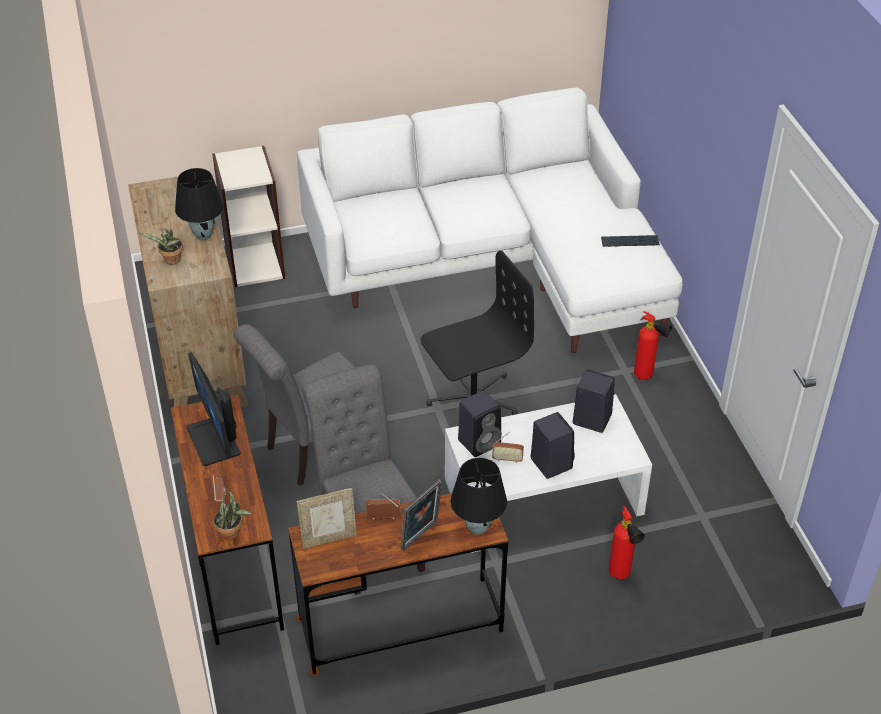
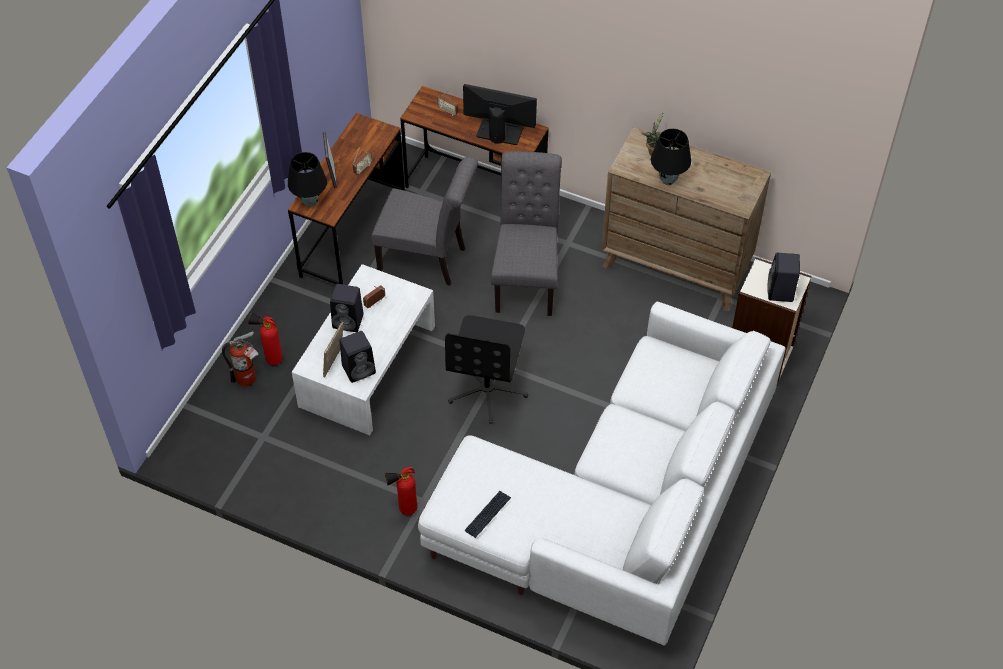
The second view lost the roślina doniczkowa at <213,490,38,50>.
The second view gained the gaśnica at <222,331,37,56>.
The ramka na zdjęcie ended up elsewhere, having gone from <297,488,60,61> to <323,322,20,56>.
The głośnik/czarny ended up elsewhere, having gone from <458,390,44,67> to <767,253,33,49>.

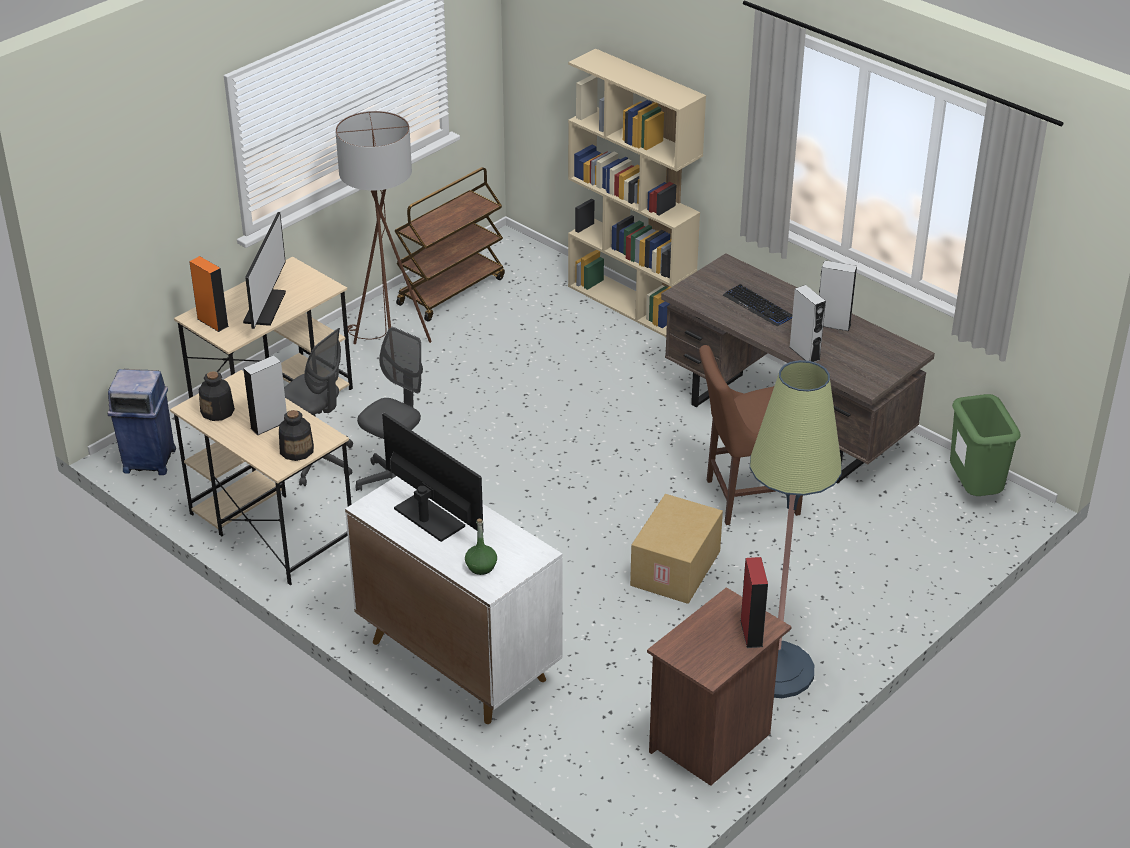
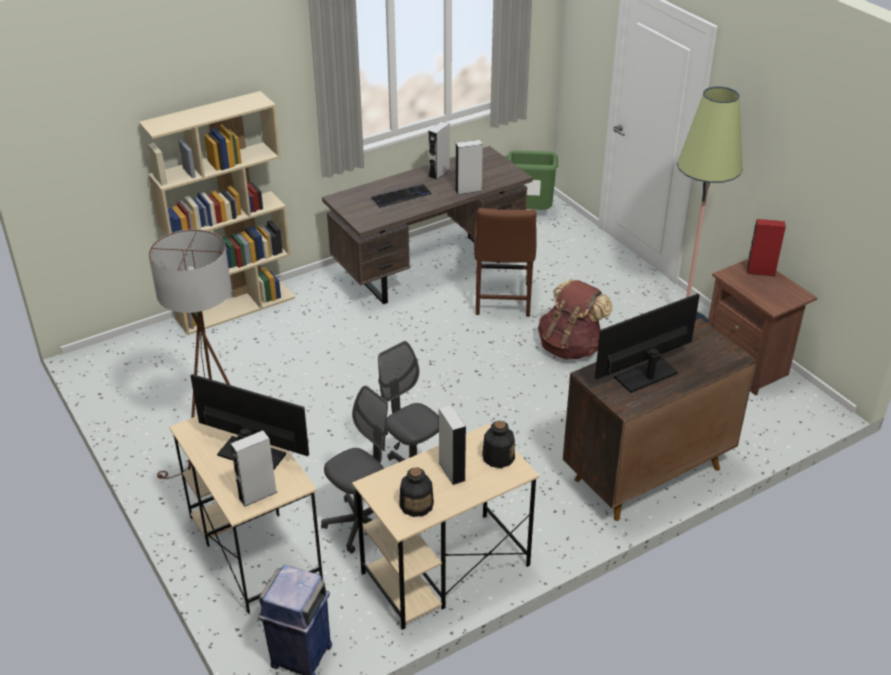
The second view lost the wózek/brązowy at <395,167,110,154>.
The second view lost the butelka/zielony at <465,519,32,56>.
Where the karton stood at <630,494,93,110>, the plecak/brązowy came to stand at <538,279,75,80>.
What was the głośnik/pomarańczowy at <189,256,40,76> turned into the głośnik/szary at <231,430,46,77>.
What was the szafka/biały at <345,476,218,248> turned into the szafka/brązowy at <563,318,194,203>.

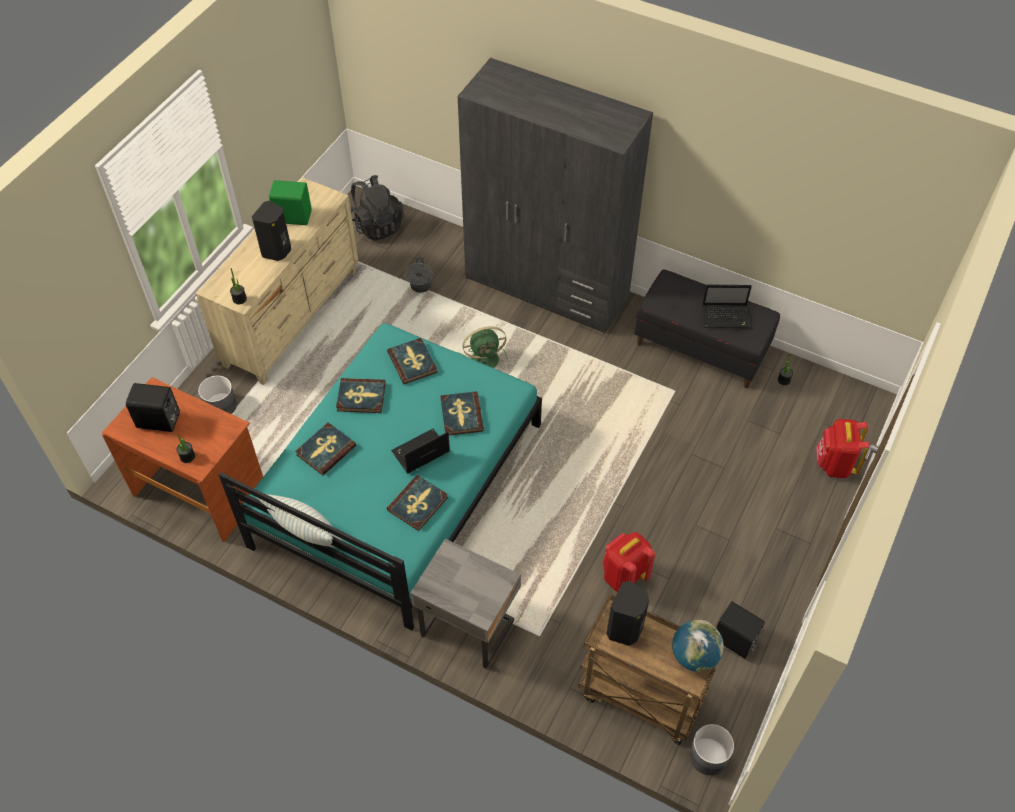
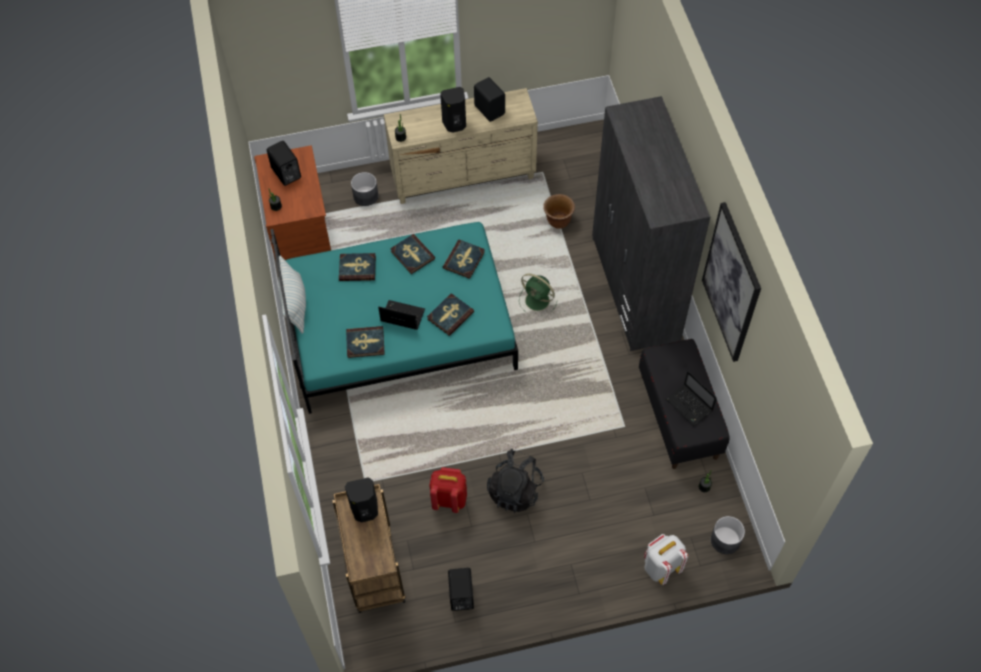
The second view lost the szafka nocna/szary at <410,539,111,130>.
The second view lost the globus at <672,620,52,52>.
The second view gained the obraz at <702,202,59,160>.
The plecak/czarny ended up elsewhere, having gone from <351,175,53,66> to <487,449,57,64>.
The donica/szary ended up elsewhere, having gone from <689,724,45,51> to <711,516,34,38>.
Where the wentylator/szary stood at <404,257,29,35>, the donica/brązowy came to stand at <543,194,32,35>.
What was the głośnik/zielony at <269,180,43,45> turned into the głośnik/czarny at <474,77,31,45>.
What was the plecak/czerwony at <816,419,54,59> turned into the plecak/biały at <644,534,44,51>.

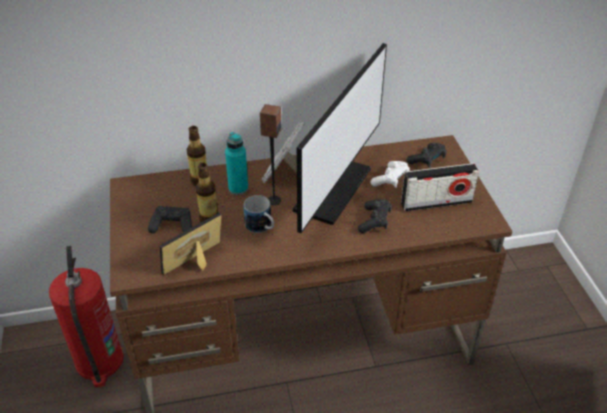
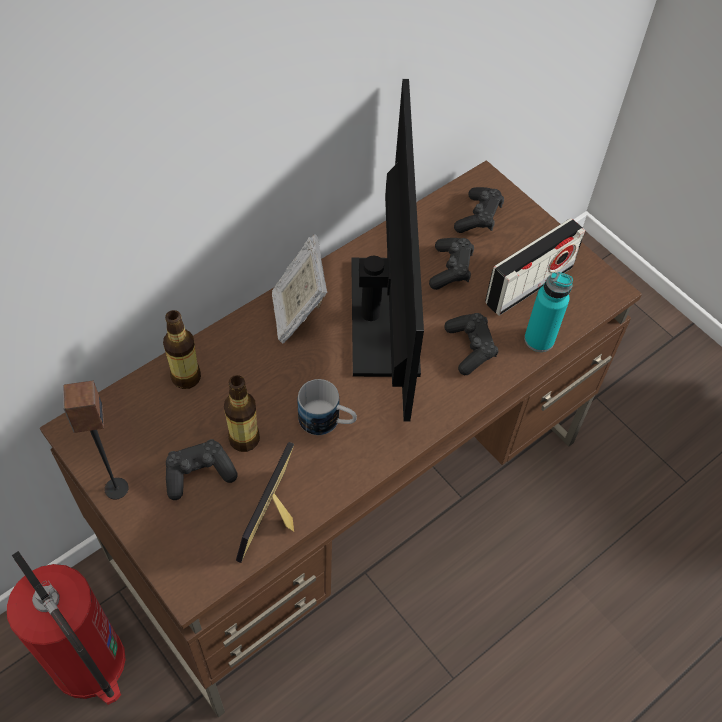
The butelka/turkusowy ended up elsewhere, having gone from <225,132,23,63> to <524,272,49,80>.
The głośnik ended up elsewhere, having gone from <260,104,22,101> to <63,381,66,119>.
What was the pad do gier/biały at <371,161,39,27> turned into the pad do gier/czarny at <429,238,45,52>.

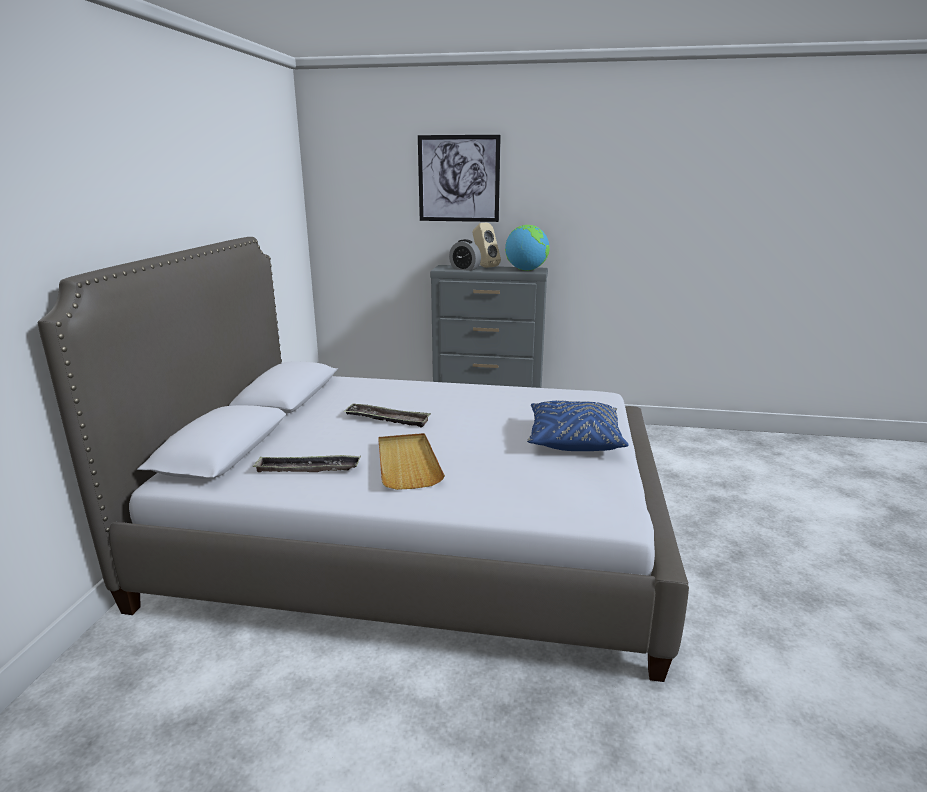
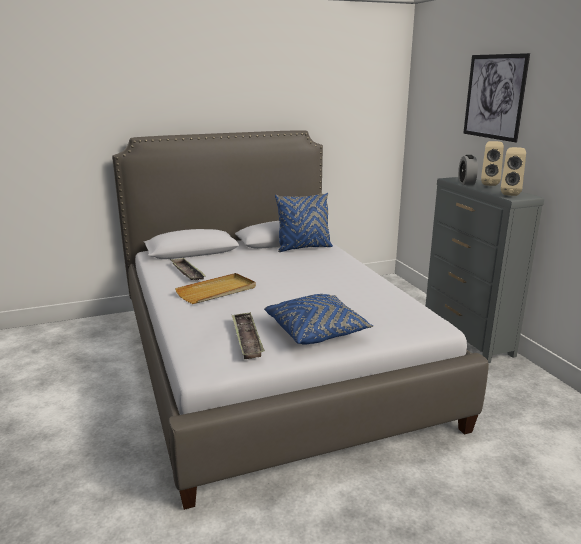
The second view gained the poduszka/niebieski at <275,193,58,59>.
The taca ended up elsewhere, having gone from <343,403,88,25> to <232,312,33,47>.
Where the globus stood at <505,225,45,46>, the głośnik/beżowy came to stand at <501,147,25,49>.

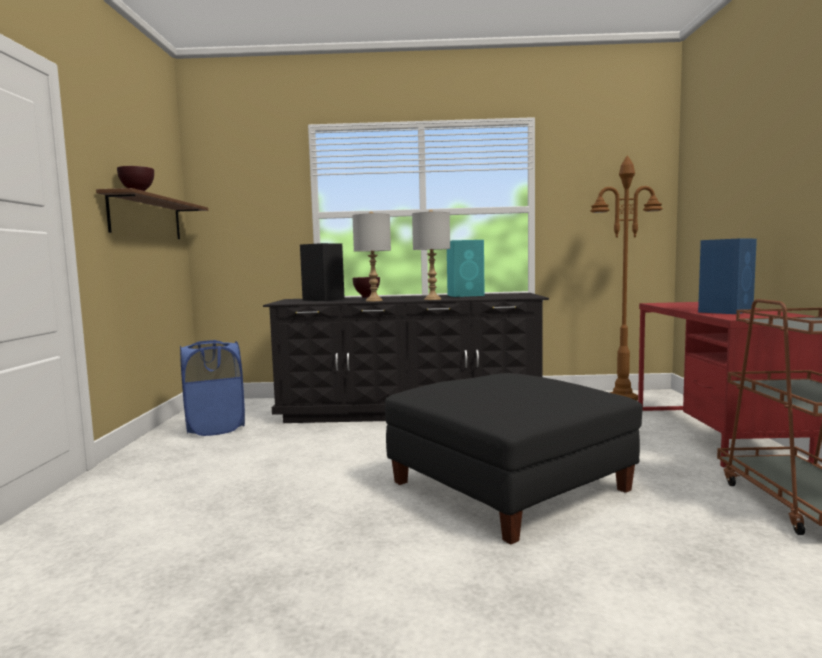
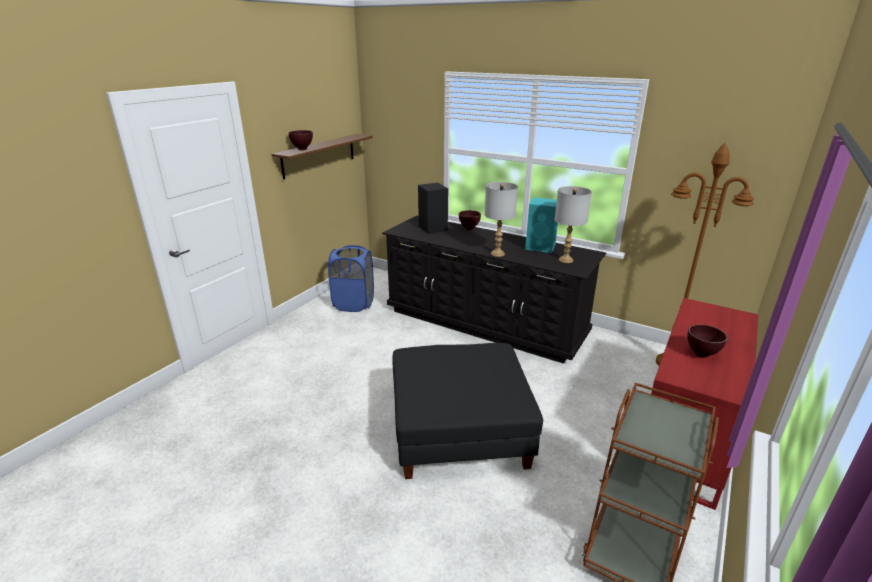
The lampa stołowa/szary ended up elsewhere, having gone from <352,212,39,90> to <555,186,37,77>.
Where the głośnik/niebieski stood at <698,238,59,76>, the miska/brązowy came to stand at <687,324,41,34>.

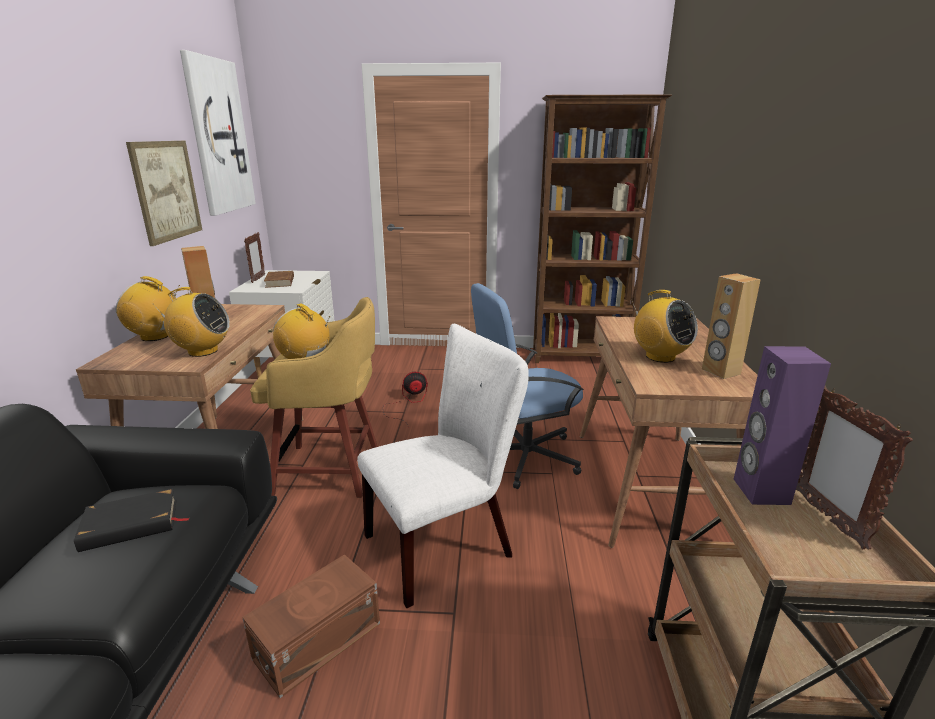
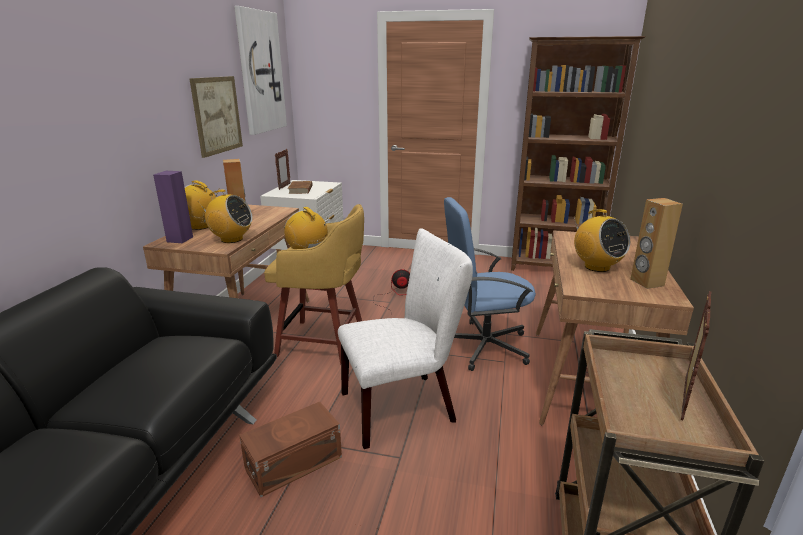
The second view lost the książka/czarny at <74,488,115,64>.
The głośnik/fioletowy ended up elsewhere, having gone from <734,346,97,159> to <153,171,40,72>.
The ramka na zdjęcie at <796,386,117,163> ended up facing another way, 150 degrees counterclockwise from before.

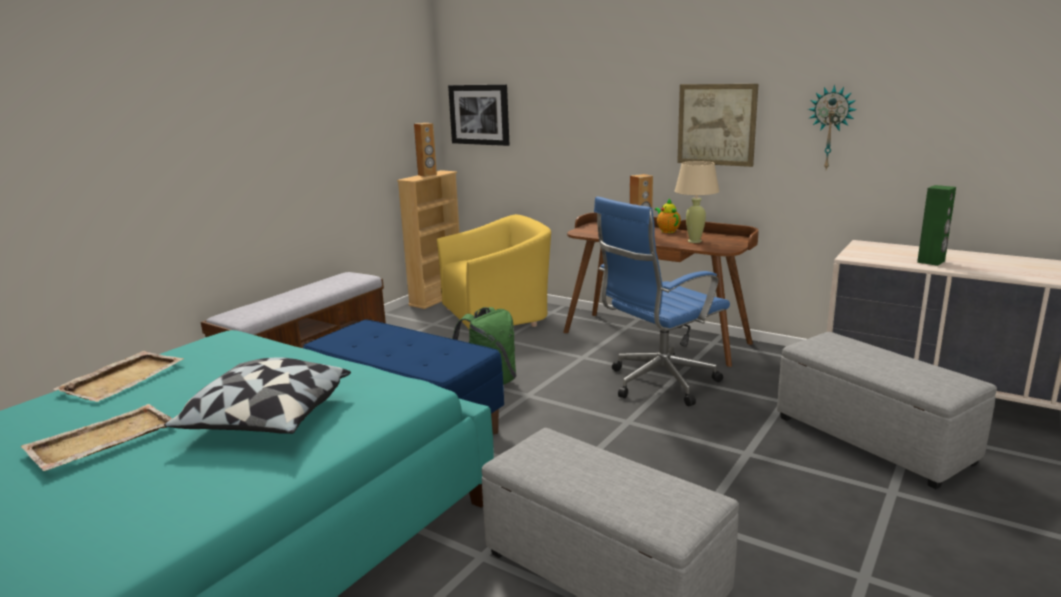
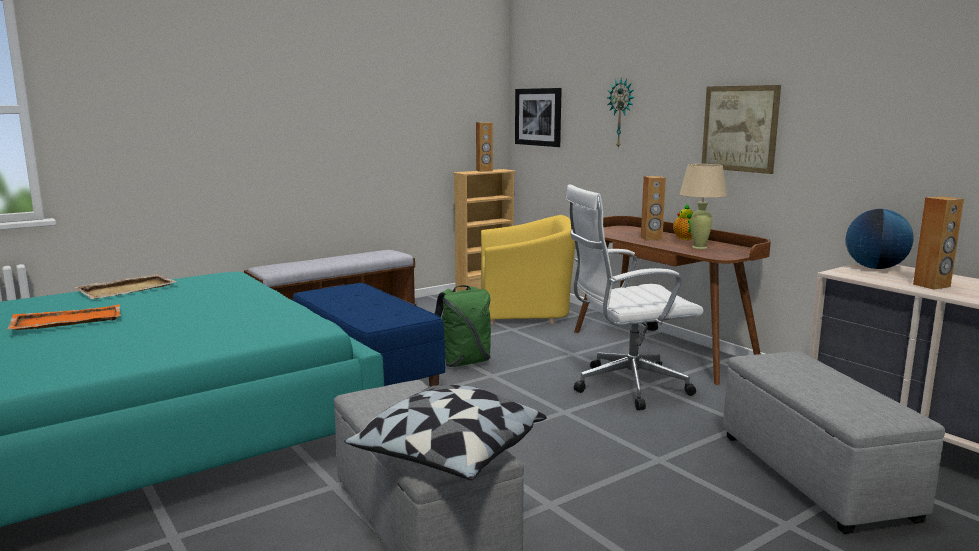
The second view gained the globus at <846,209,68,60>.
The poduszka ended up elsewhere, having gone from <164,357,187,77> to <344,385,203,95>.
The zegar ścienny ended up elsewhere, having gone from <808,85,49,84> to <607,78,28,70>.
What was the taca/beżowy at <20,404,153,67> turned into the taca/pomarańczowy at <7,304,113,26>.
What was the krzesło biurowe/niebieski at <594,196,136,211> turned into the krzesło biurowe/biały at <566,185,138,225>.
What was the głośnik/zielony at <917,185,39,81> turned into the głośnik/brązowy at <913,196,51,94>.

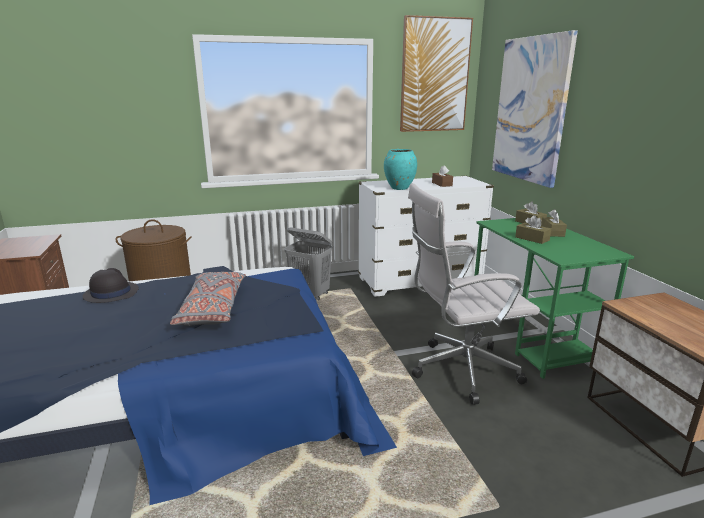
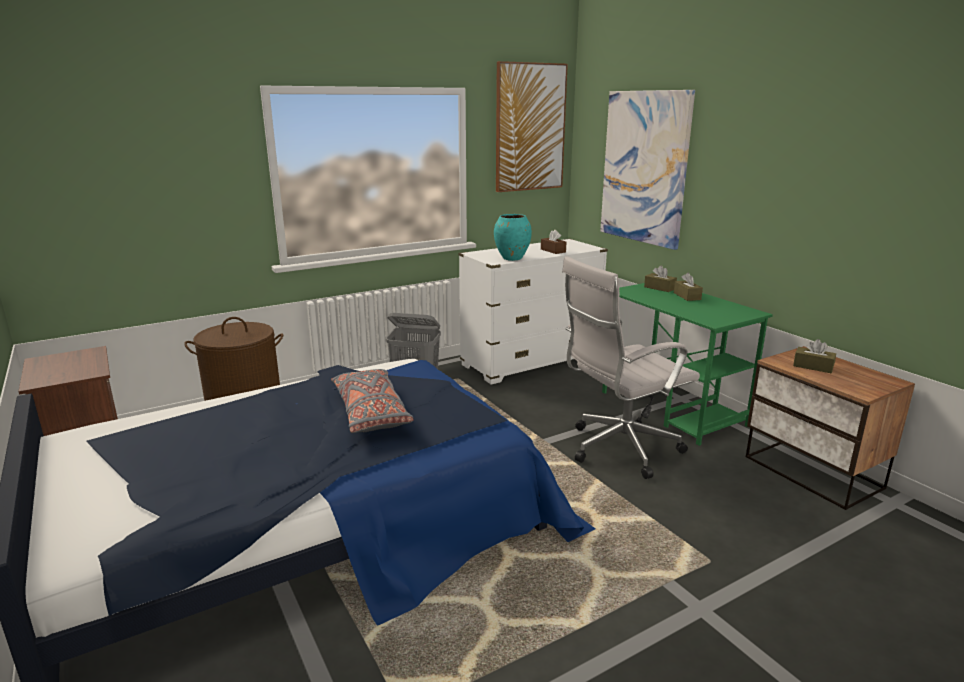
The second view lost the kapelusz/czarny at <82,268,57,35>.
The pudełko chusteczek/brązowy ended up elsewhere, having gone from <515,215,36,29> to <793,339,43,34>.

